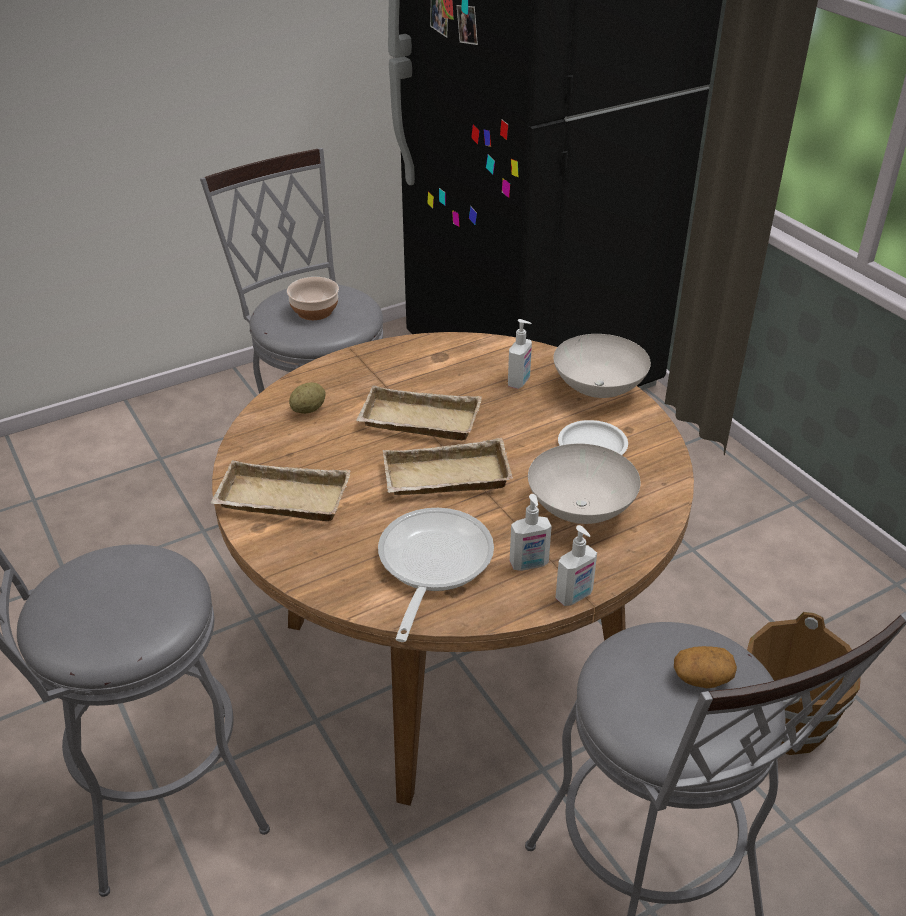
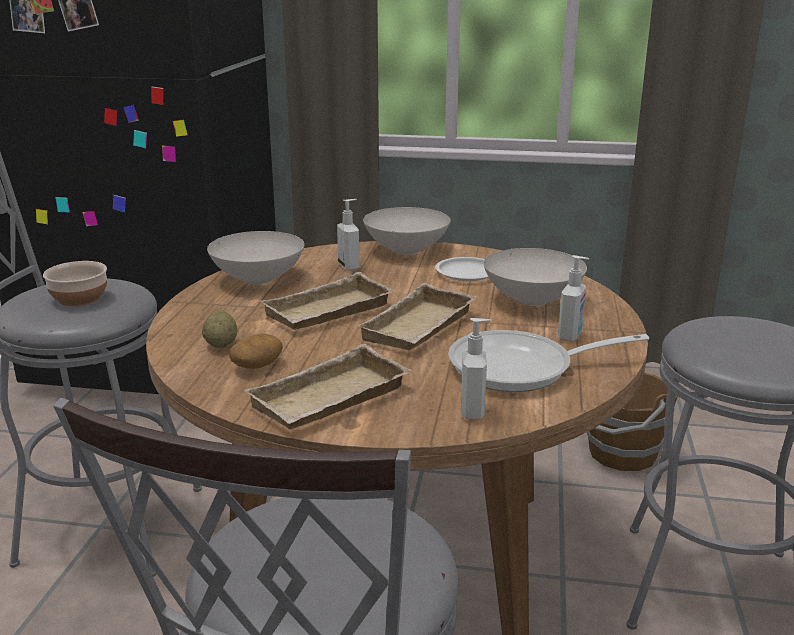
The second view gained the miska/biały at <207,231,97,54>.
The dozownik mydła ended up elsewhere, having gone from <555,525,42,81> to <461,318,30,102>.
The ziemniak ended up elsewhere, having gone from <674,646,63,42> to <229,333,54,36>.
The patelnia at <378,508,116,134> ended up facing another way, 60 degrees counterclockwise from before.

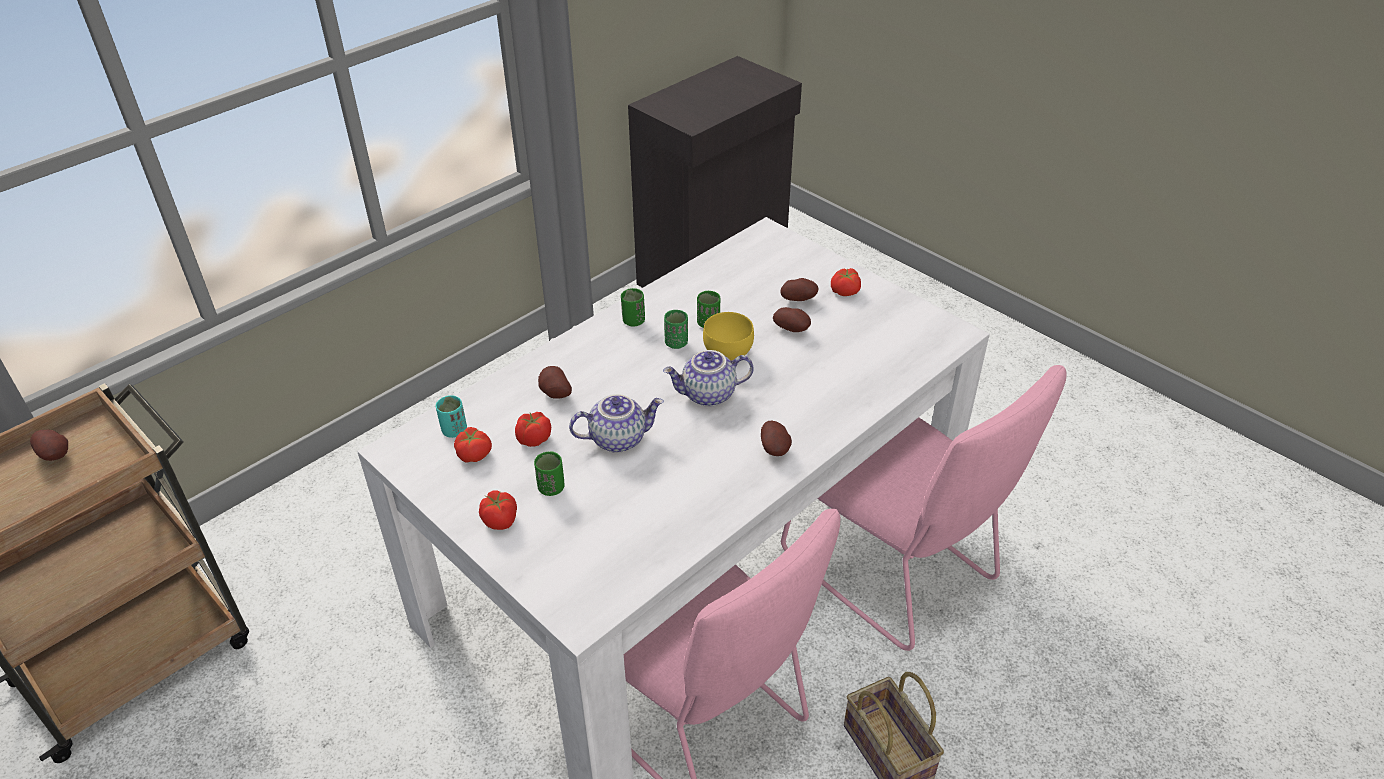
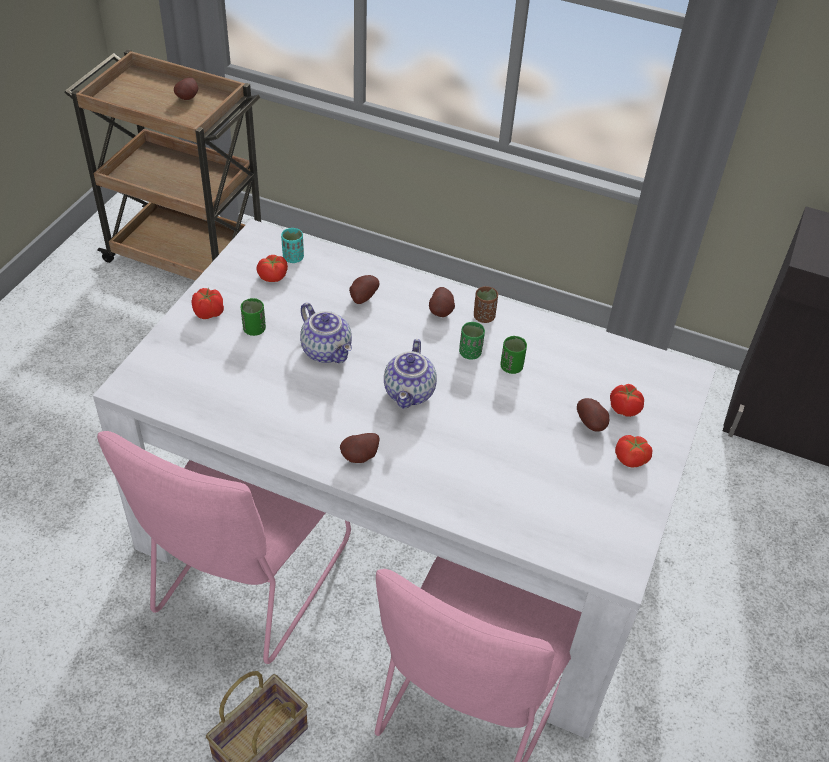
The second view lost the miska/żółty at <703,312,51,49>.
The pomidor ended up elsewhere, having gone from <515,412,36,35> to <610,384,34,33>.
The ziemniak ended up elsewhere, having gone from <773,307,38,25> to <429,287,26,30>.
What was the filiżanka/zielony at <621,288,24,39> turned into the filiżanka/brązowy at <474,286,24,37>.
The imbryk at <663,350,91,57> ended up facing another way, 135 degrees counterclockwise from before.

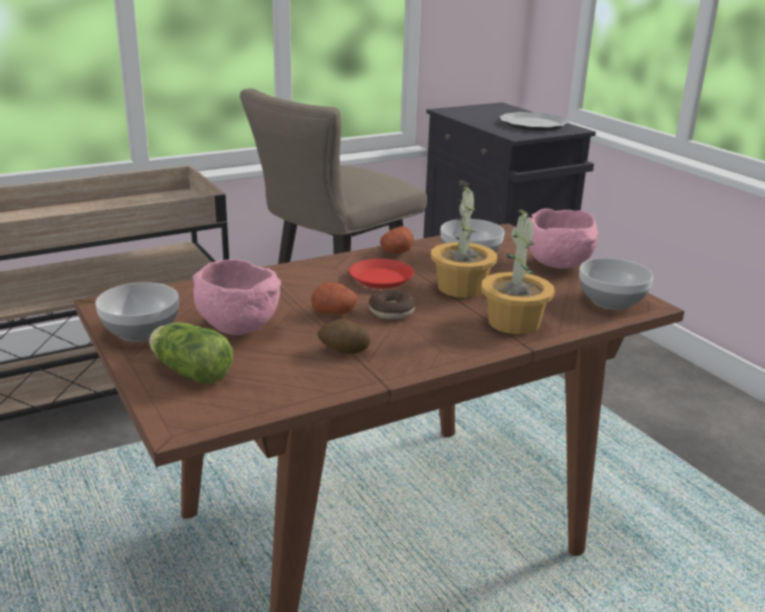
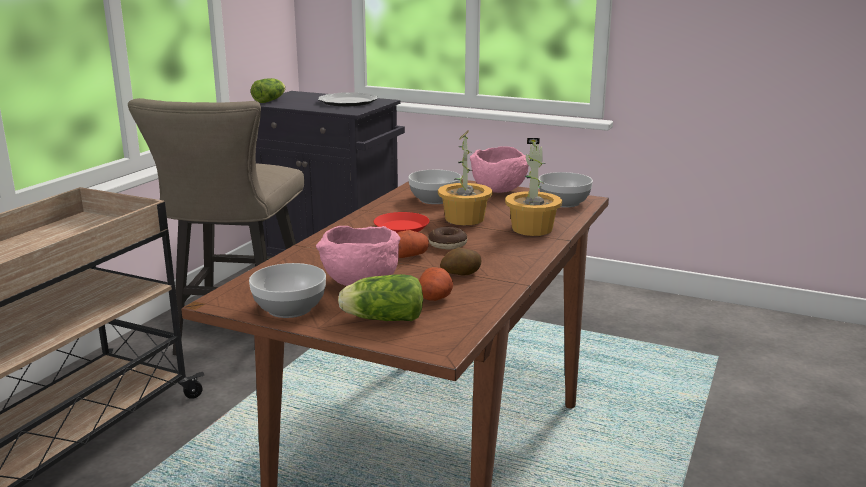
The second view gained the sałata at <251,78,34,25>.
The ziemniak ended up elsewhere, having gone from <380,226,34,28> to <419,267,34,34>.

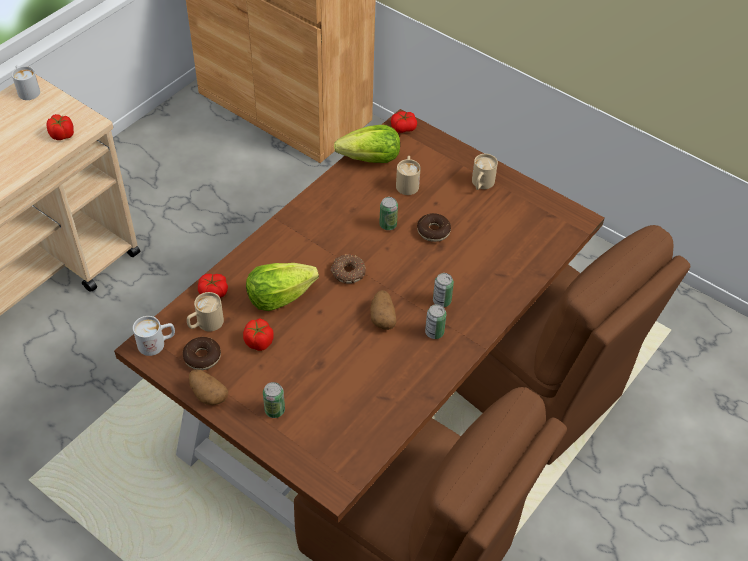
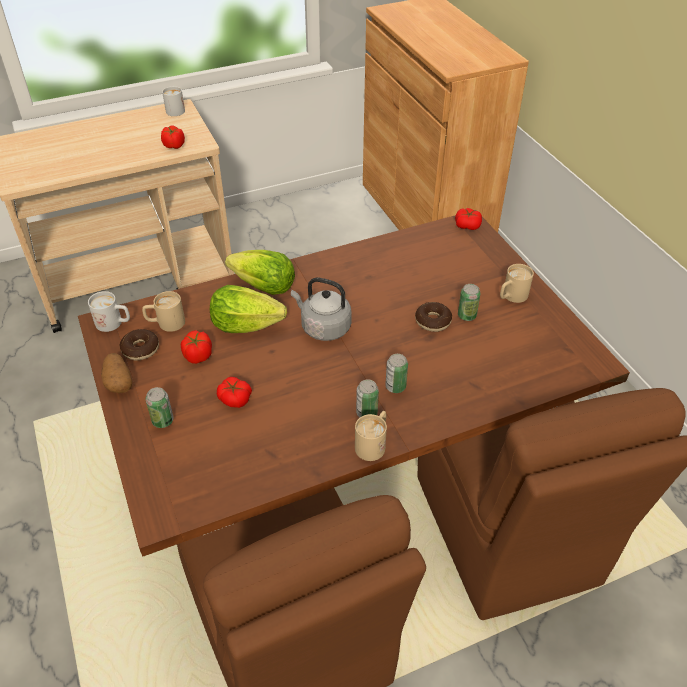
The second view lost the ziemniak at <370,290,26,40>.
The pomidor ended up elsewhere, having gone from <198,274,30,24> to <217,377,35,31>.
The sałata ended up elsewhere, having gone from <334,125,66,38> to <225,250,70,45>.
The puszka ended up elsewhere, having gone from <379,197,19,33> to <458,284,23,37>.
The kubek/beżowy ended up elsewhere, having gone from <396,156,25,39> to <355,411,32,50>.
Where the donut stood at <330,254,36,30>, the czajnik/szary came to stand at <291,277,61,64>.

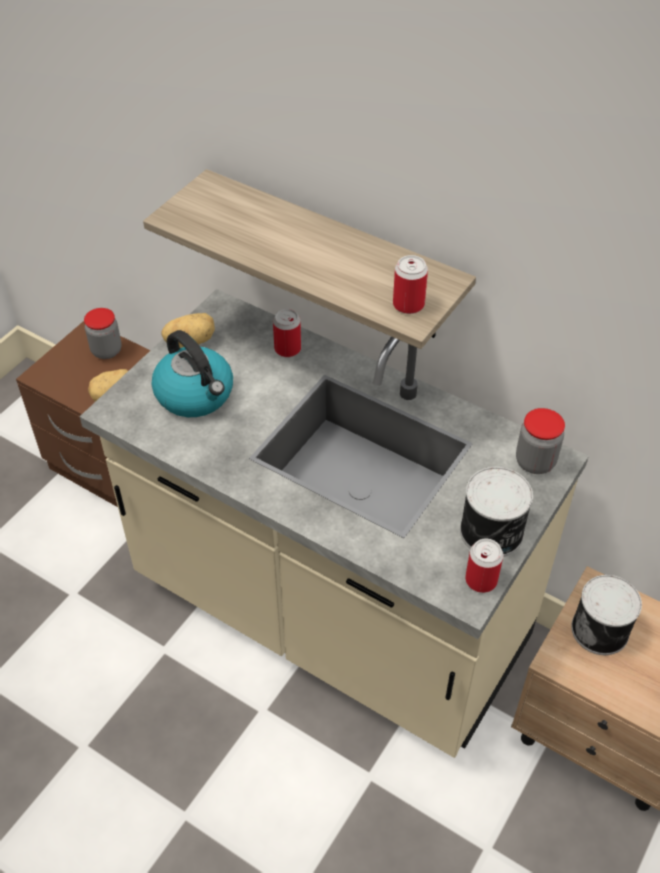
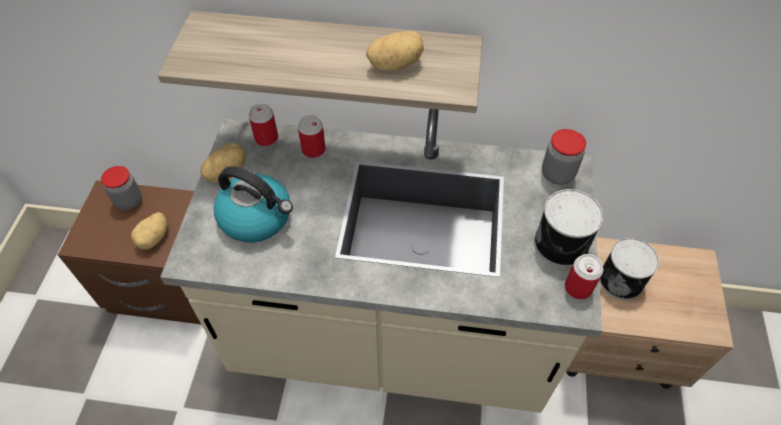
The second view gained the ziemniak at <366,31,58,39>.
The puszka ended up elsewhere, having gone from <393,255,35,59> to <249,104,29,42>.

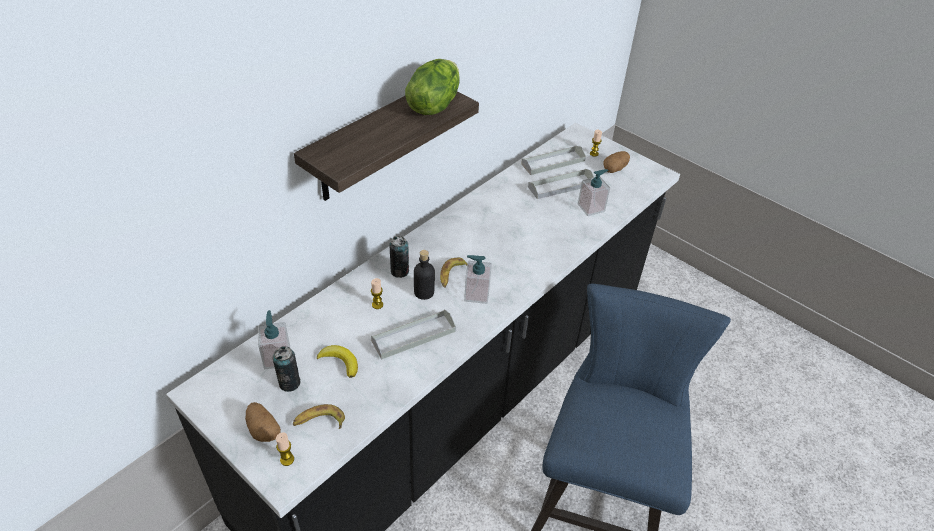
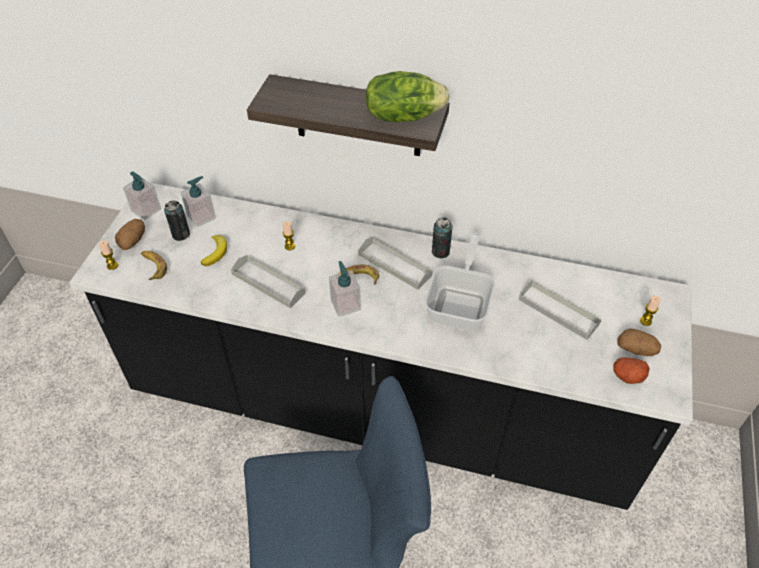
The second view lost the butelka/czarny at <414,250,21,50>.
The second view gained the patelnia at <425,232,70,99>.
The second view gained the ziemniak at <613,358,36,26>.
The puszka ended up elsewhere, having gone from <389,236,20,42> to <432,218,20,40>.
The taca/szary ended up elsewhere, having gone from <521,146,65,29> to <358,237,74,53>.
The dozownik mydła ended up elsewhere, having gone from <578,169,32,47> to <123,171,38,49>.

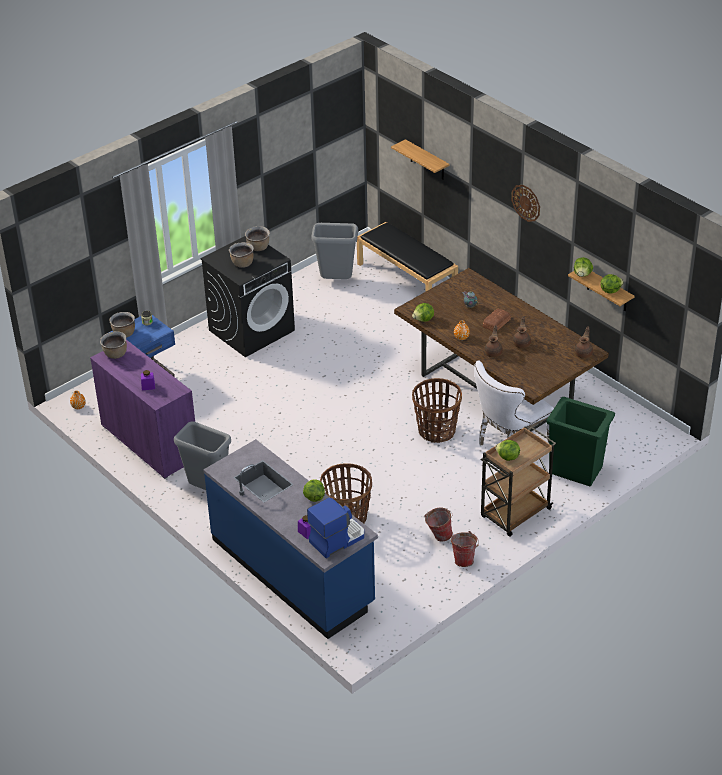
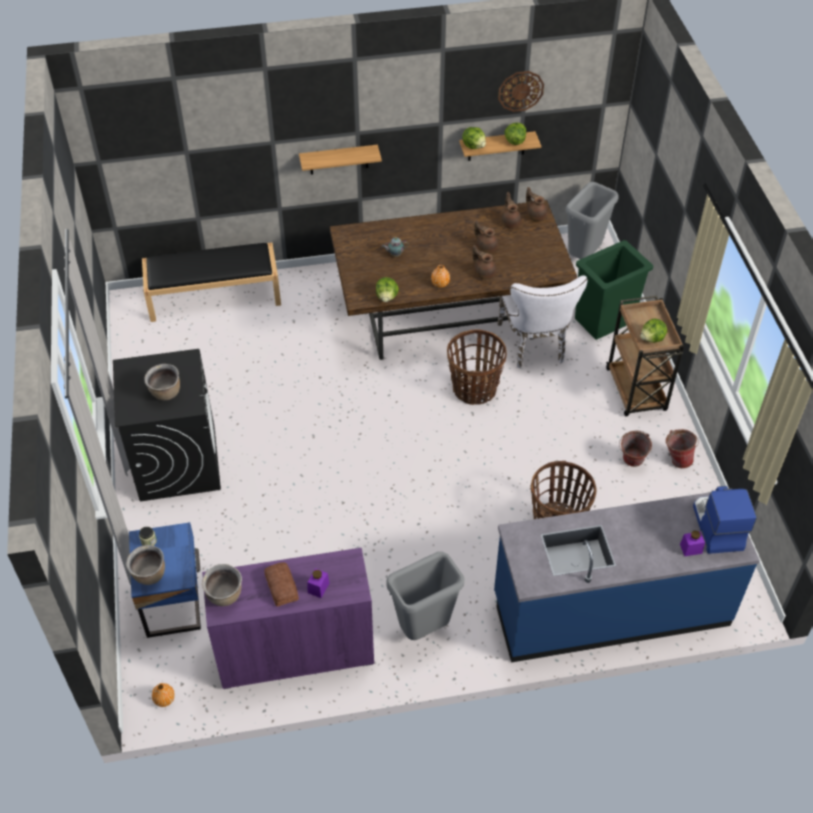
The second view lost the garnek/brązowy at <245,226,25,25>.
The second view lost the sałata at <303,479,22,23>.
The second view gained the imbryk/brązowy at <501,192,21,37>.
The kosz na śmieci/szary ended up elsewhere, having gone from <311,223,47,56> to <565,182,54,77>.
The półka ended up elsewhere, having gone from <391,139,59,41> to <299,145,83,30>.
The chleb ended up elsewhere, having gone from <483,309,28,22> to <264,562,35,45>.
The zegar ścienny ended up elsewhere, having gone from <511,185,29,37> to <498,71,46,41>.

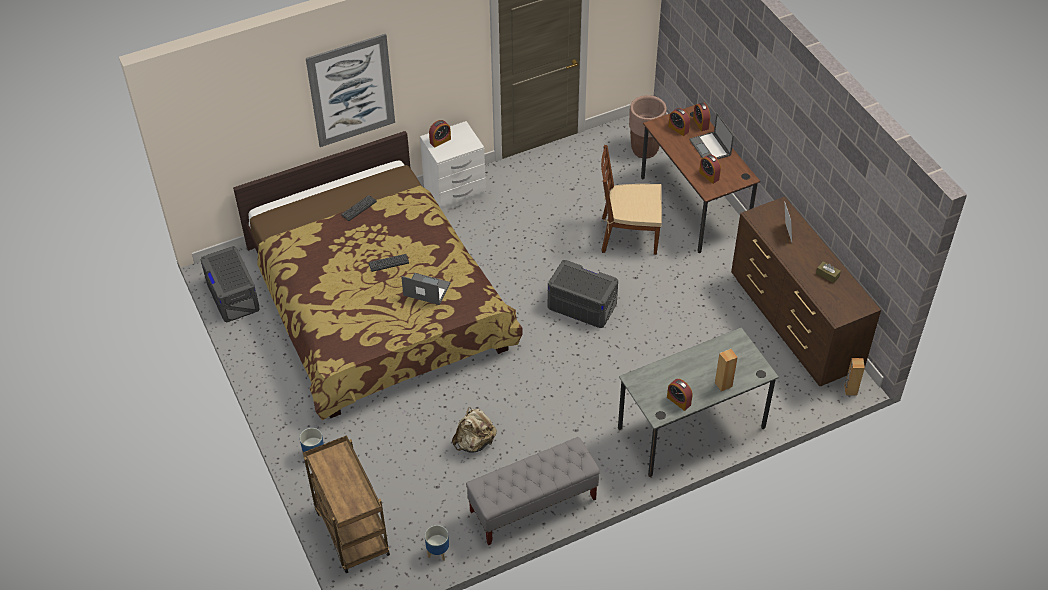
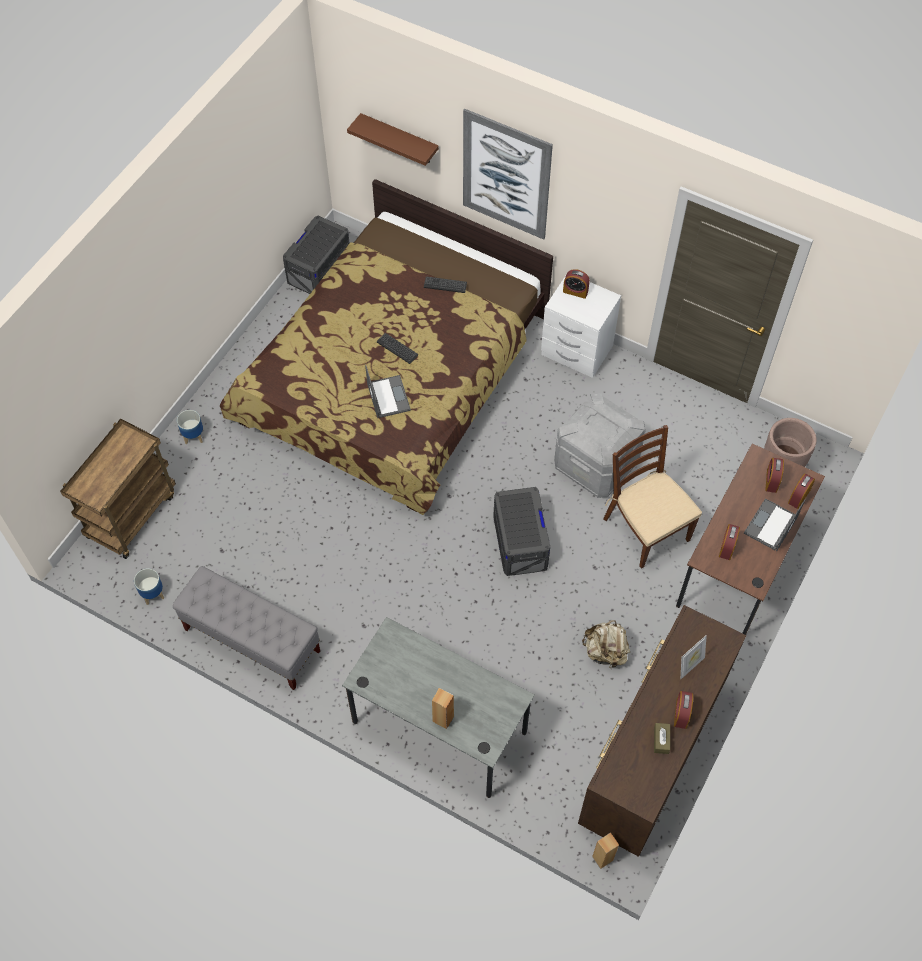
The second view gained the półka/brązowy at <347,113,92,53>.
The second view gained the pojemnik do przechowywania/szary at <554,393,92,105>.
The plecak/beżowy ended up elsewhere, having gone from <452,407,45,45> to <582,620,48,48>.
The budzik ended up elsewhere, having gone from <667,379,26,32> to <674,691,19,38>.

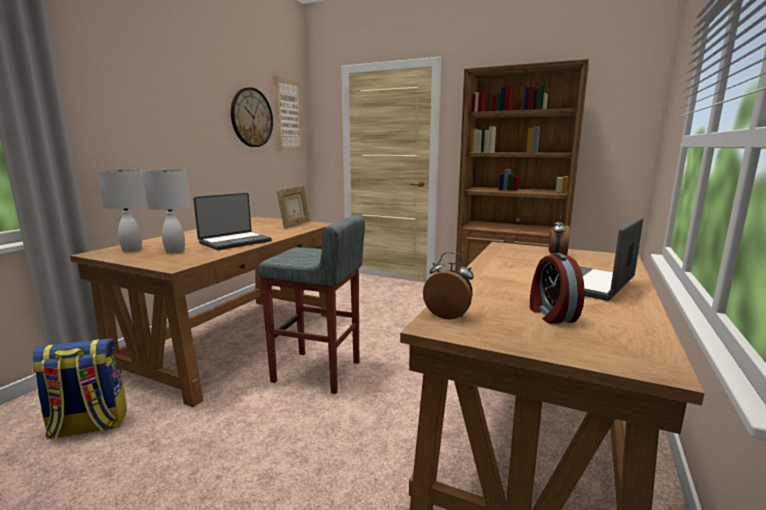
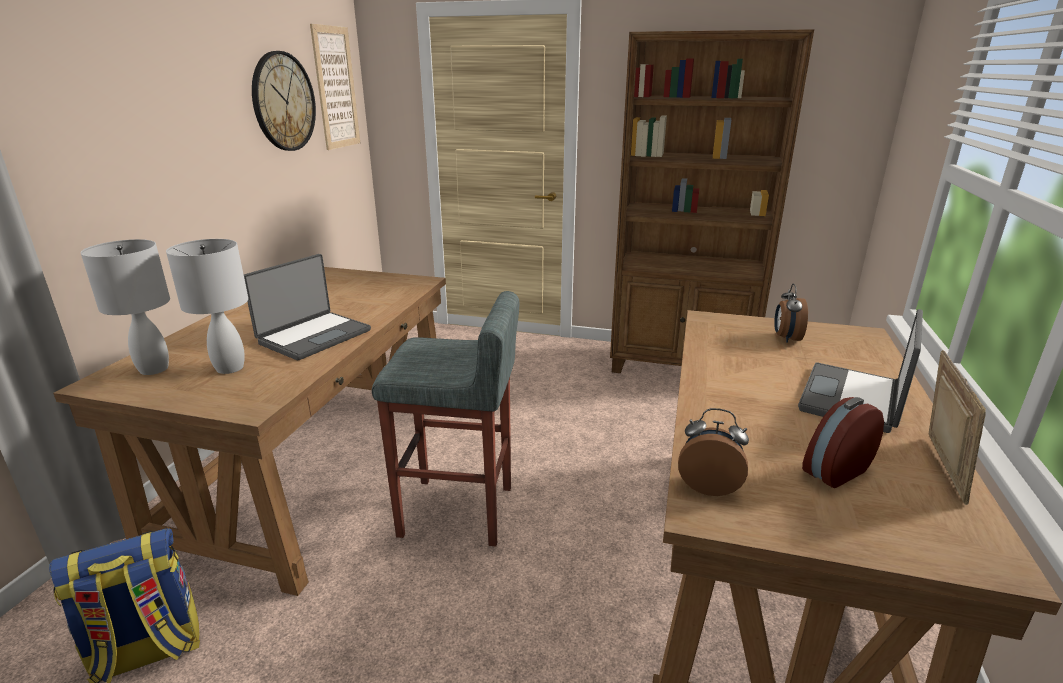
The ramka na zdjęcie ended up elsewhere, having gone from <277,185,33,44> to <929,350,57,155>.
The budzik at <530,253,55,71> ended up facing another way, 75 degrees clockwise from before.

